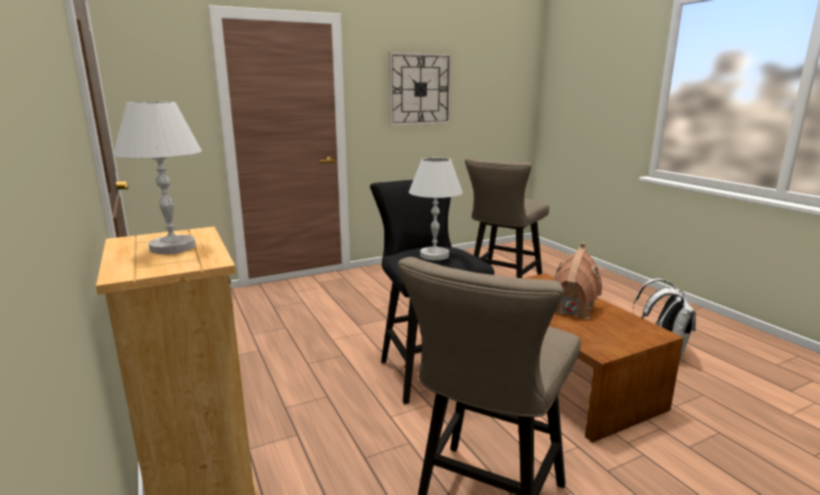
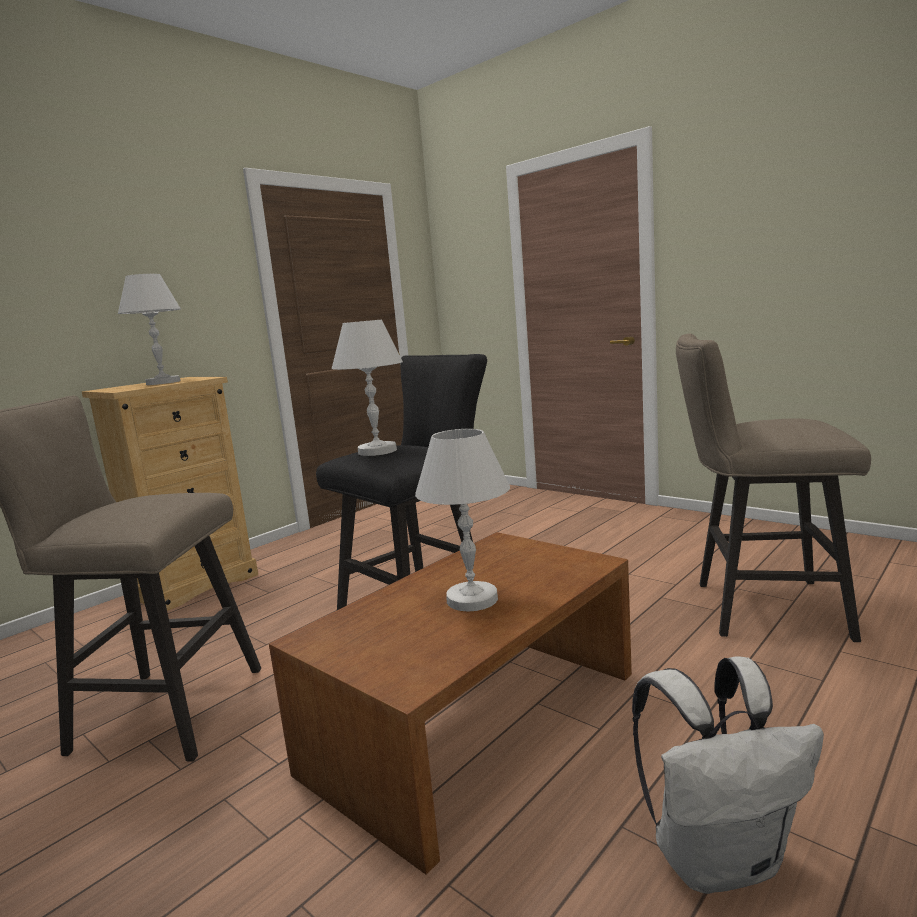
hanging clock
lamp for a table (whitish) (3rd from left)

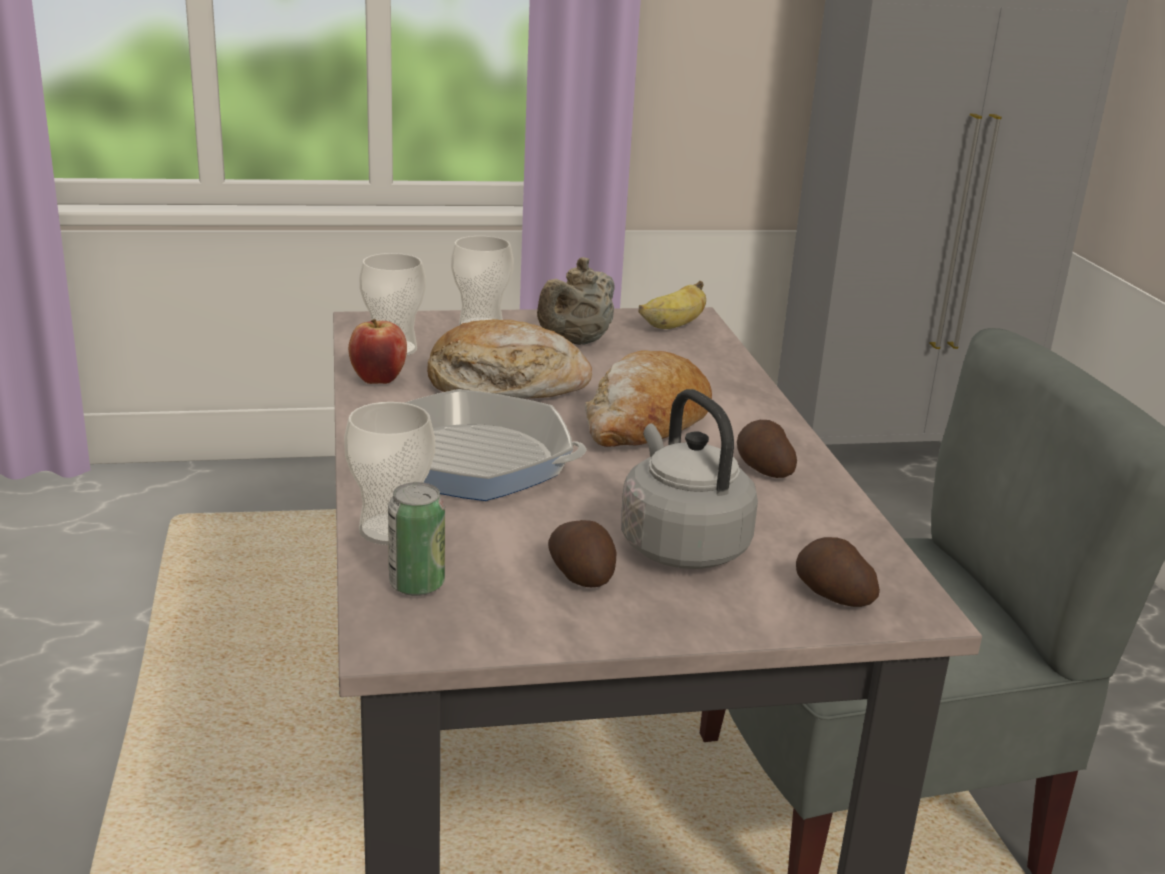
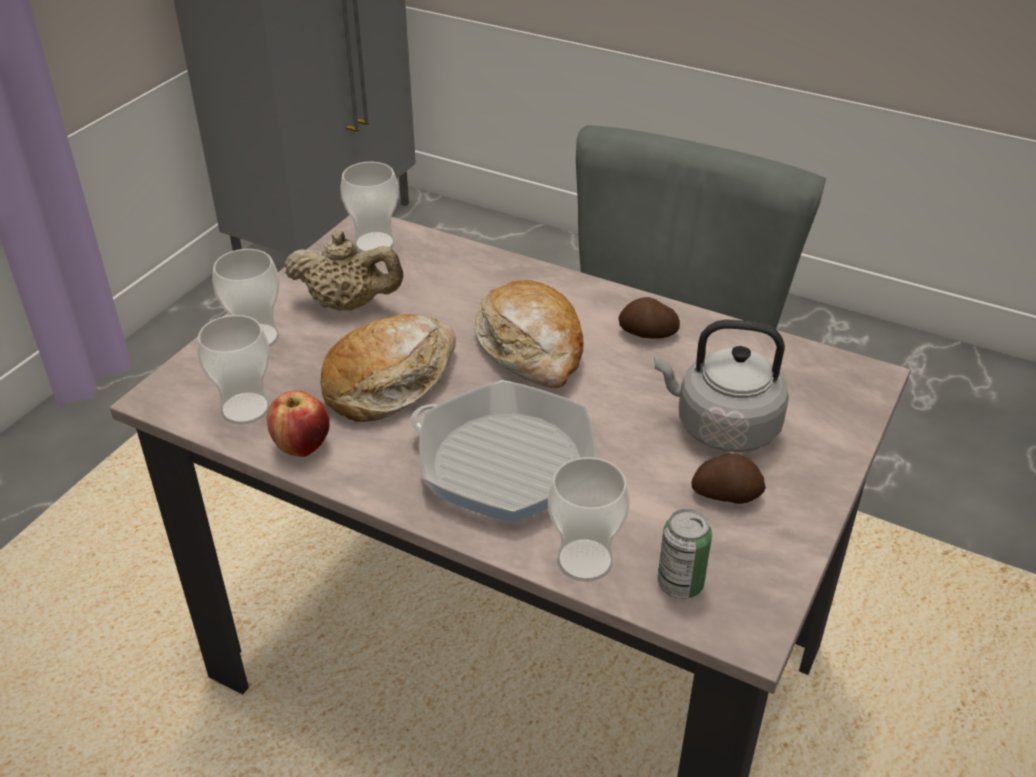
frying pan
tea pot (beige-coloured)
drinking cup (3rd from left)
spud (3rd from left in the first image)

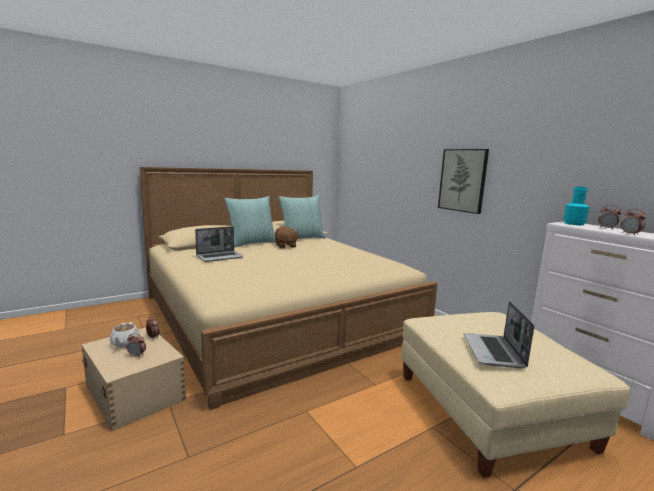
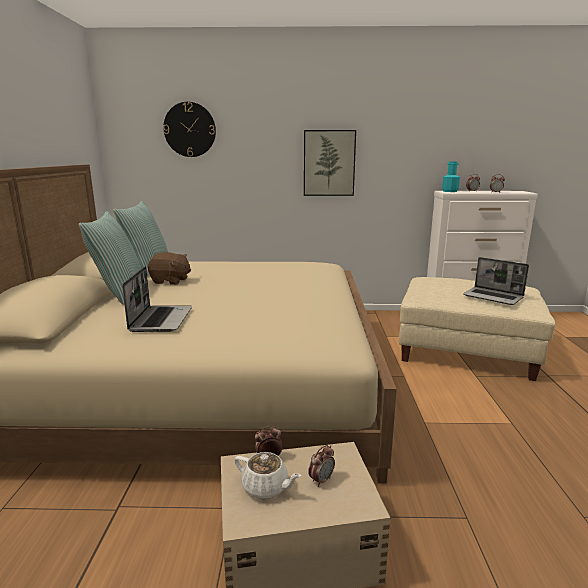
hanging clock

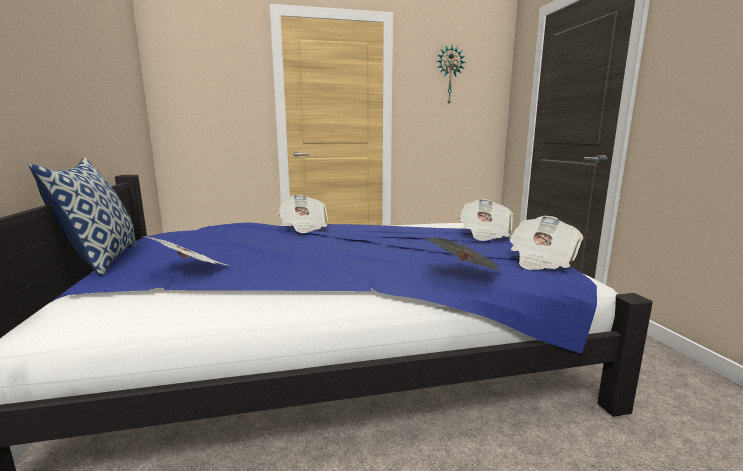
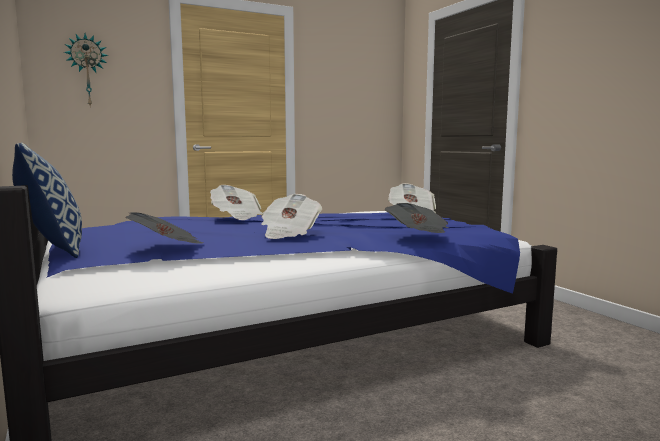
hanging clock
printed paper (3rd from left)

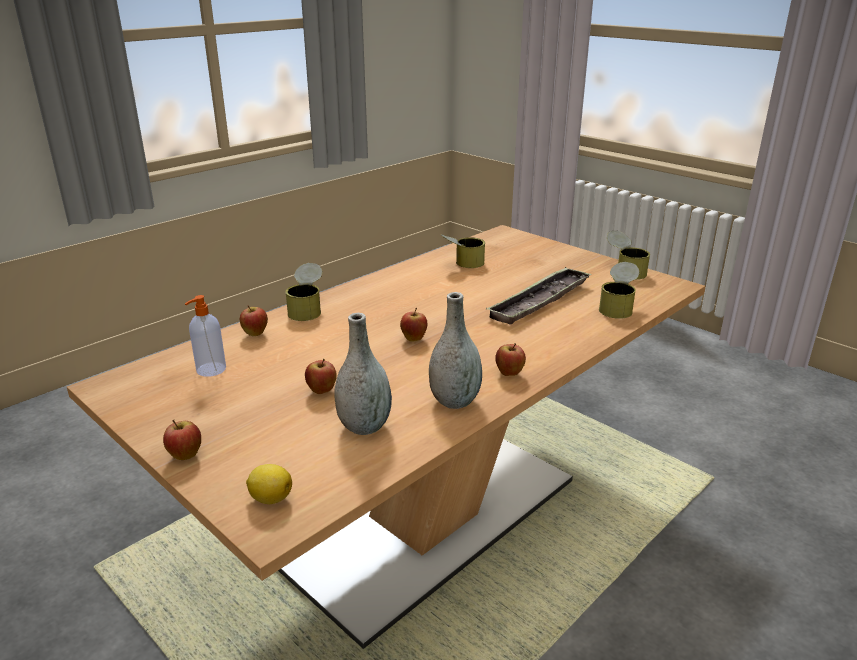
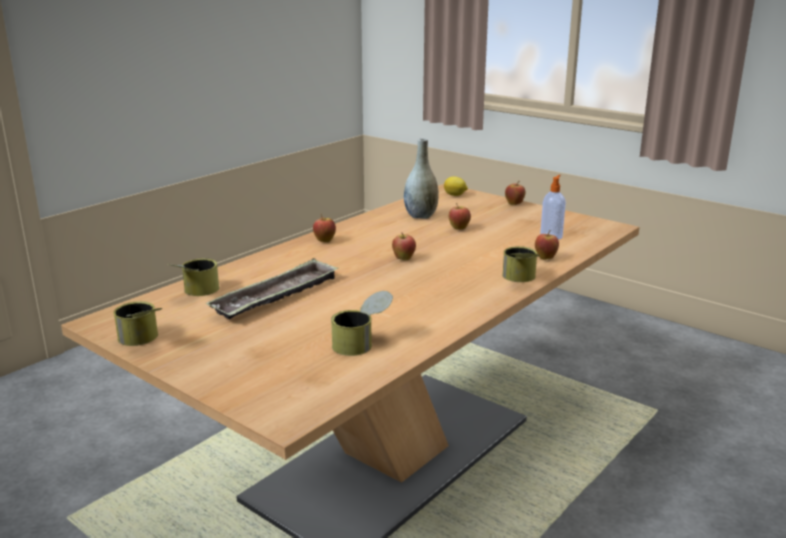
decorative vase (greyish) (2nd from left in the first image)

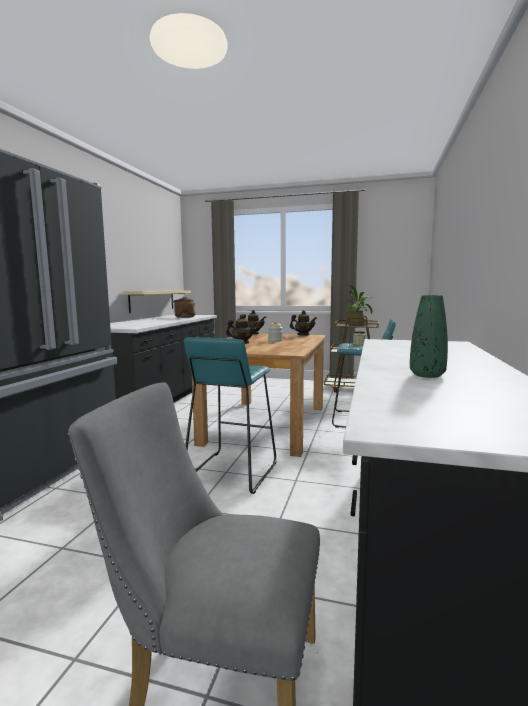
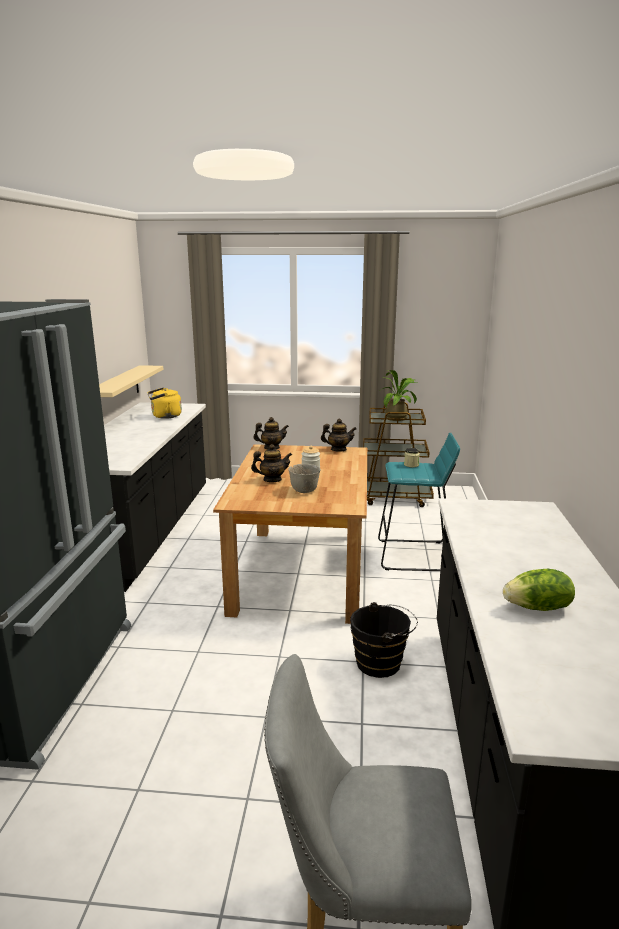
water kettle (yellow-coloured)
stool (turquoise) (1st from left in the first image)
head of lettuce
deep dish (greyish)
water bucket (black-coloured)

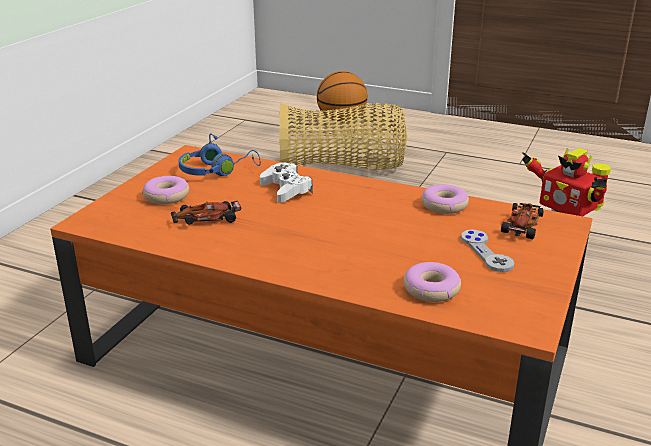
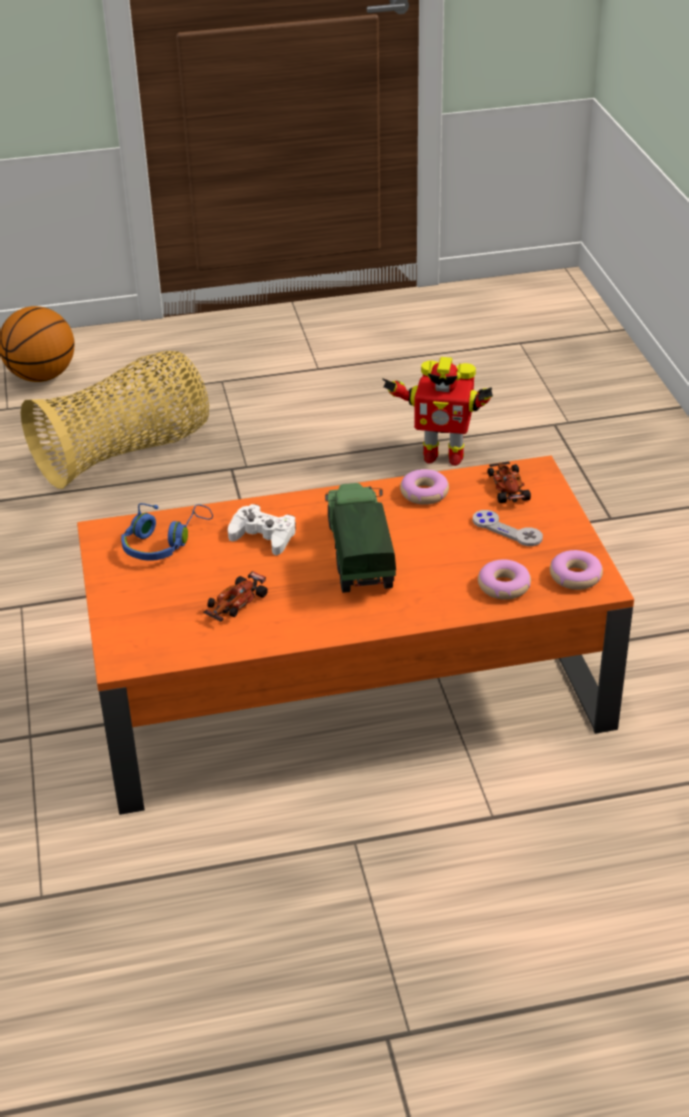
donut (3rd from left)
toy lorry

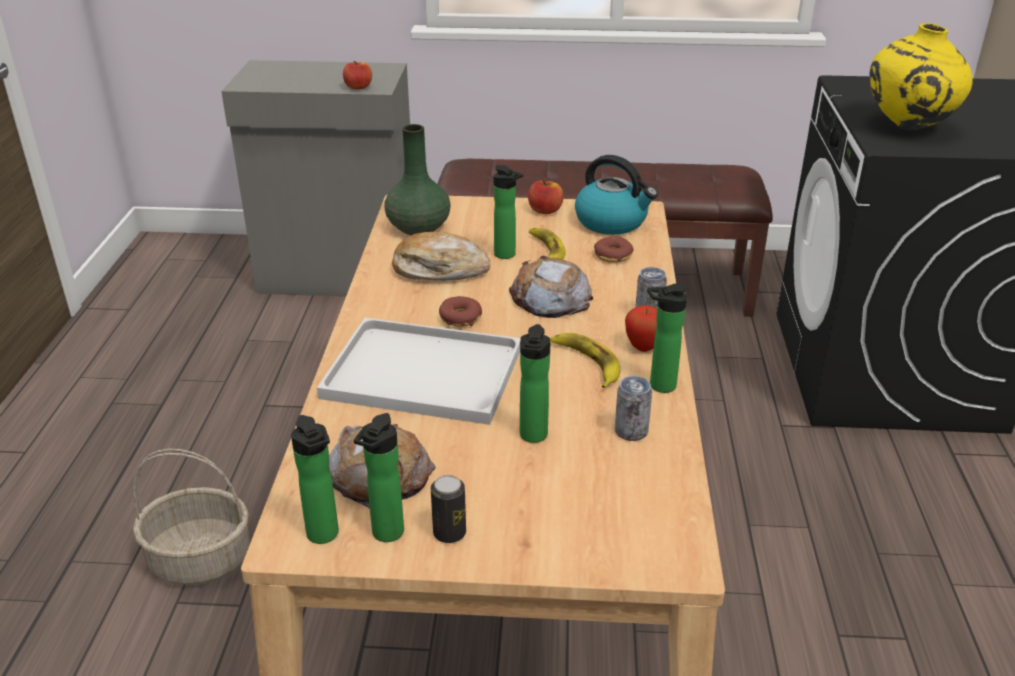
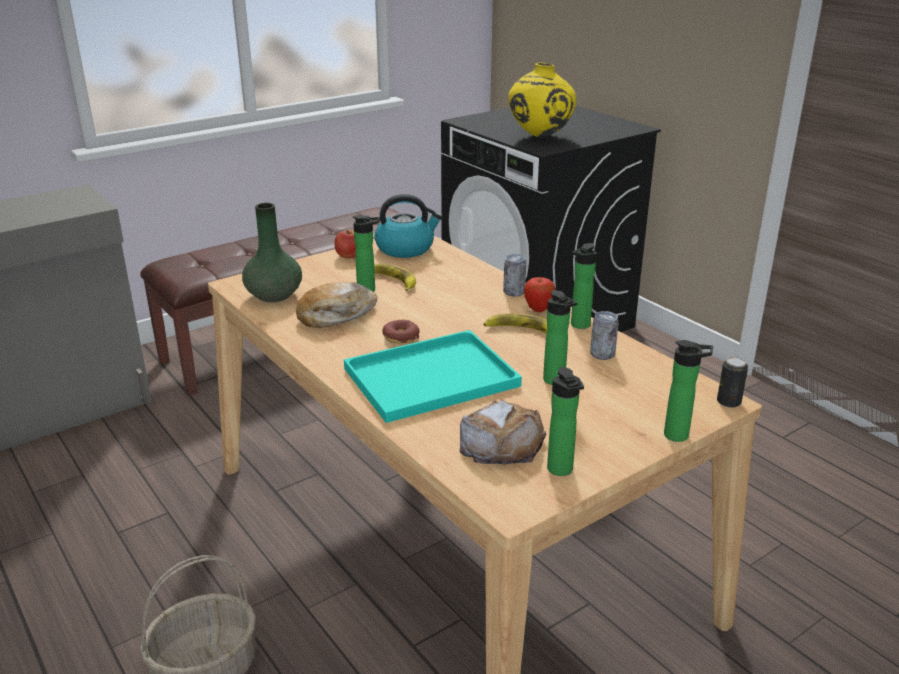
drink bottle (5th from left)
serving tray (turquoise)
whole apple (1st from left in the first image)
metal can (3rd from left)
baked bread (3rd from left in the first image)
donut (2nd from left in the first image)

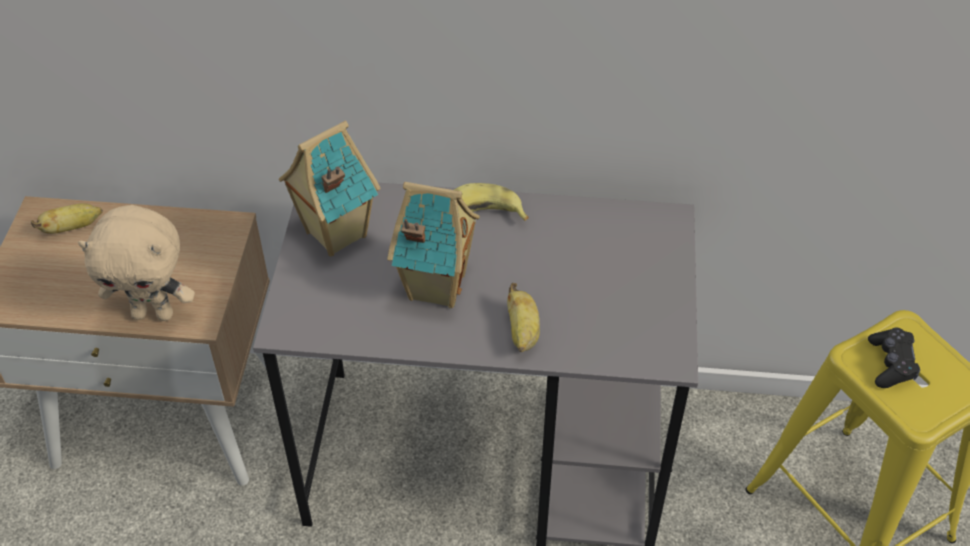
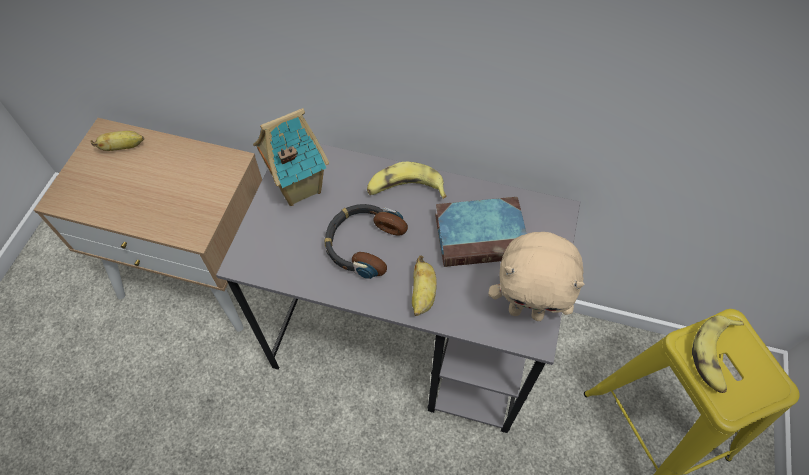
soft toy (beige-coloured)
headphones
banana fruit (4th from left)
book

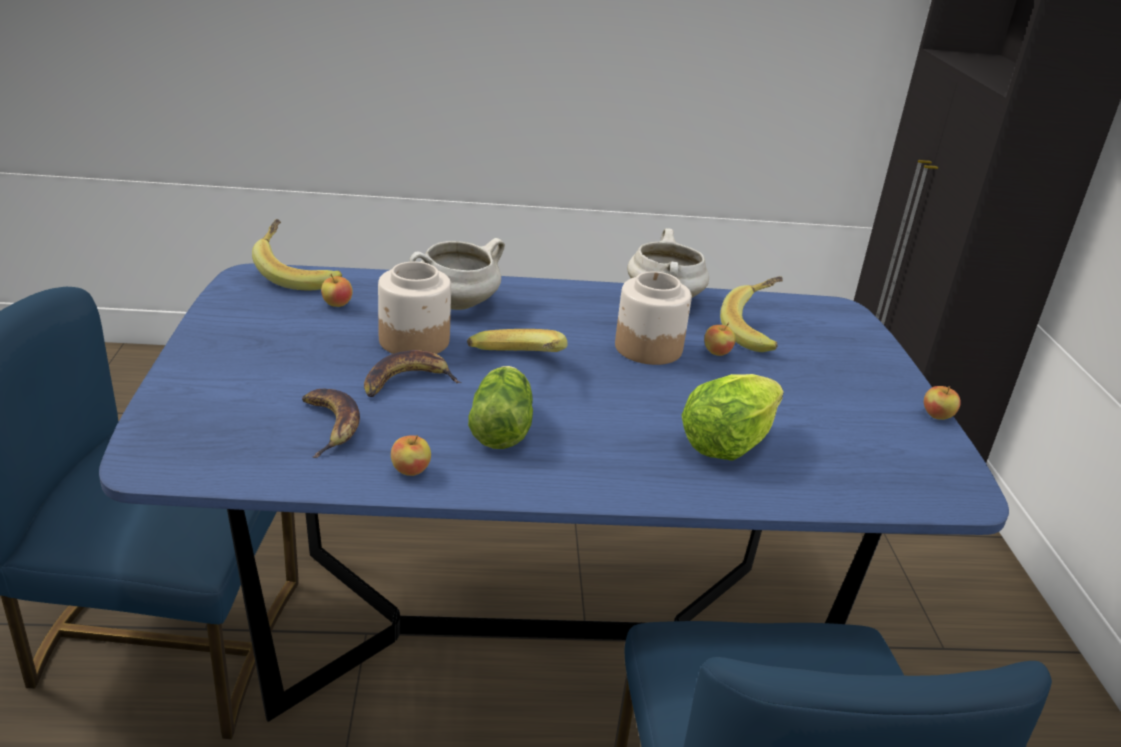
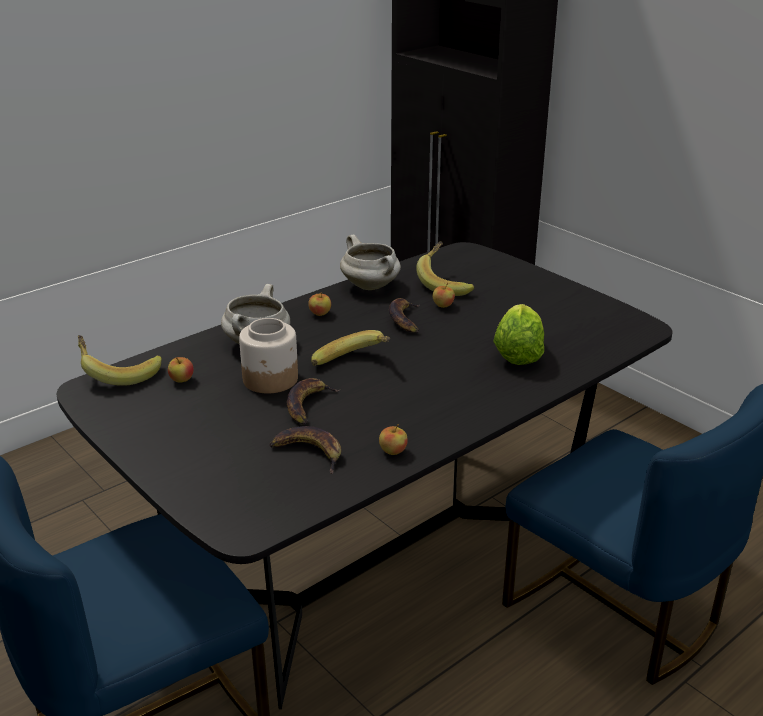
kitchen table (black-coloured)
head of lettuce (1st from left in the first image)
banana fruit (5th from left)
whole apple (2nd from left)

